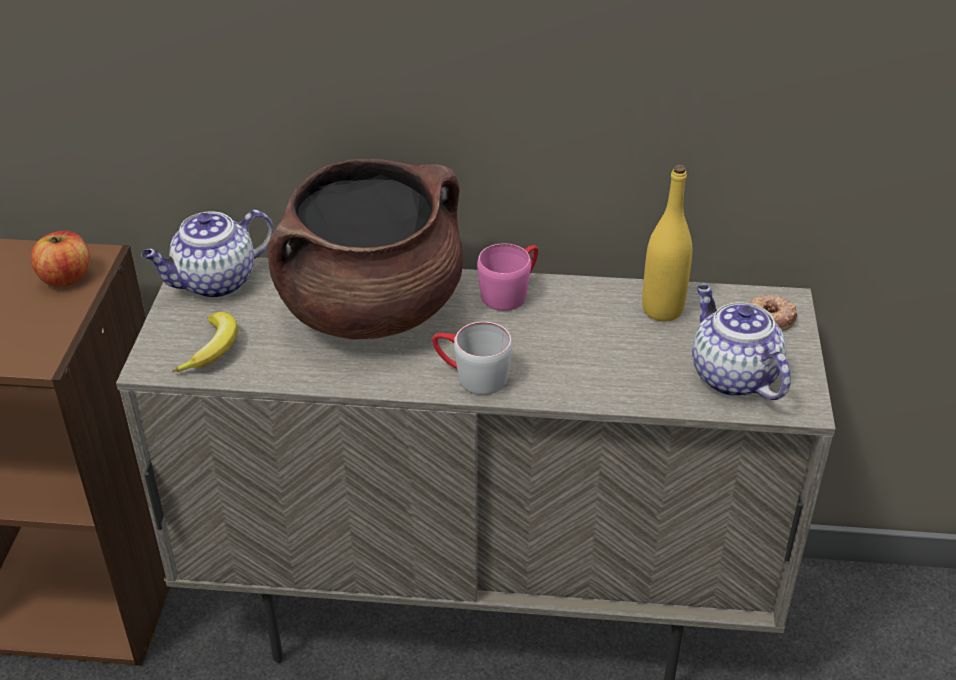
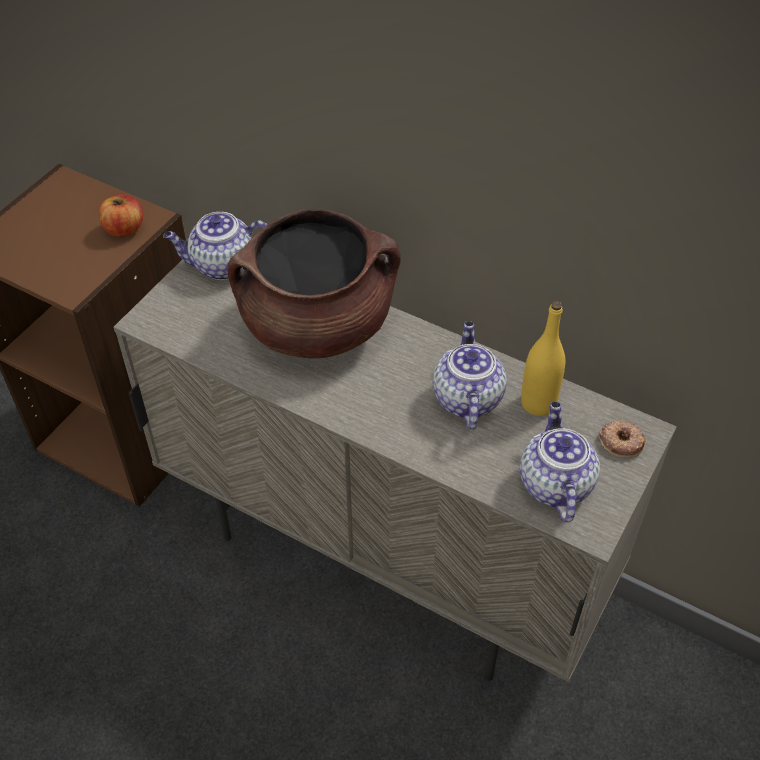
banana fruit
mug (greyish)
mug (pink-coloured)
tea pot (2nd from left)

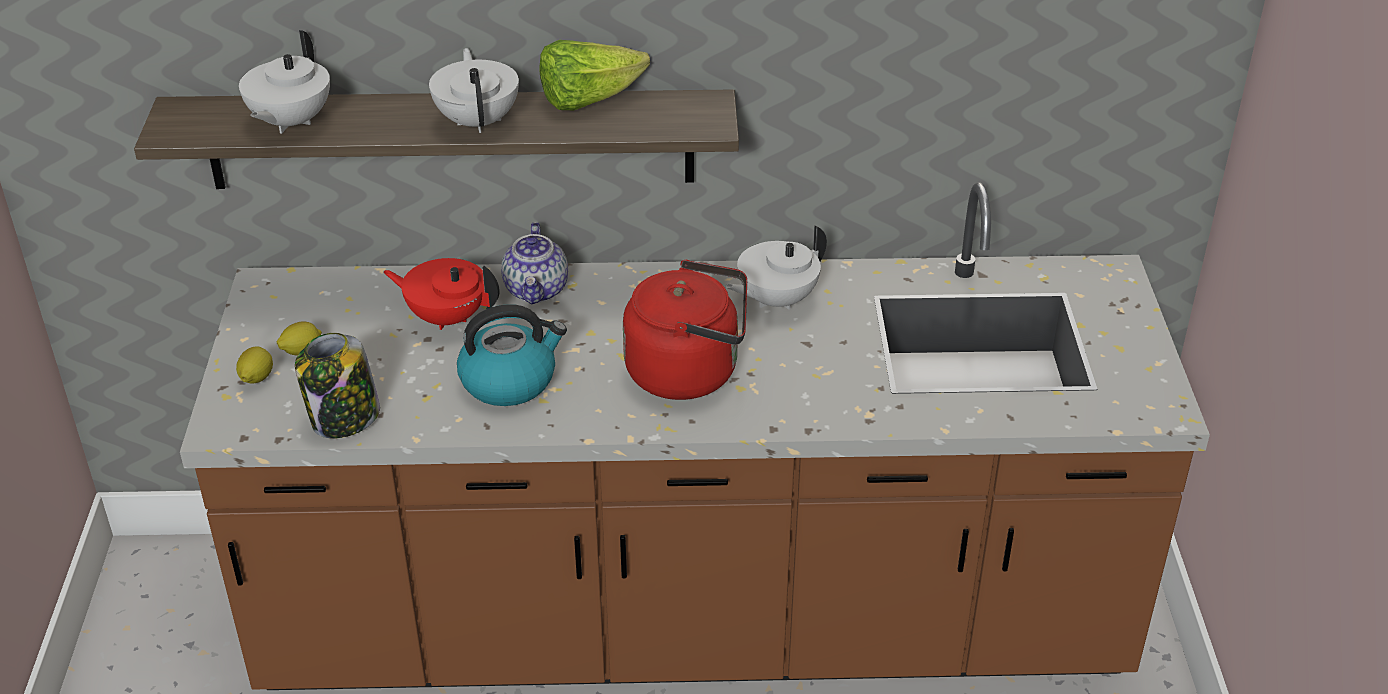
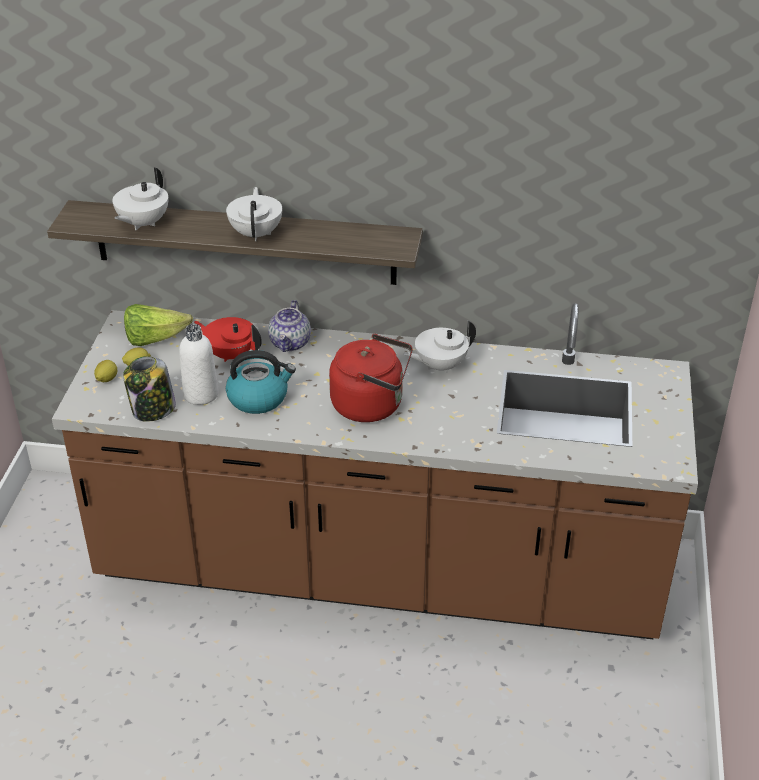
head of lettuce
drink bottle (whitish)

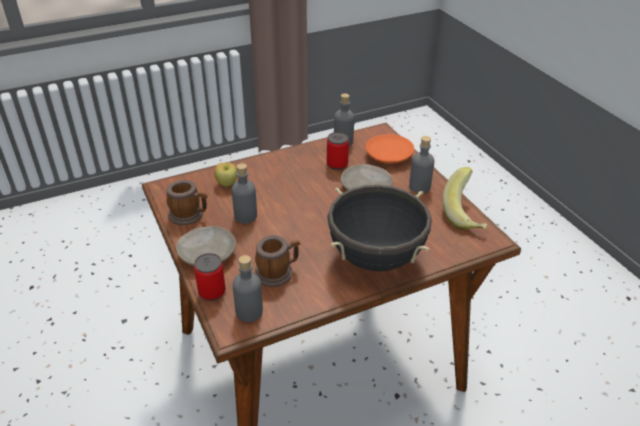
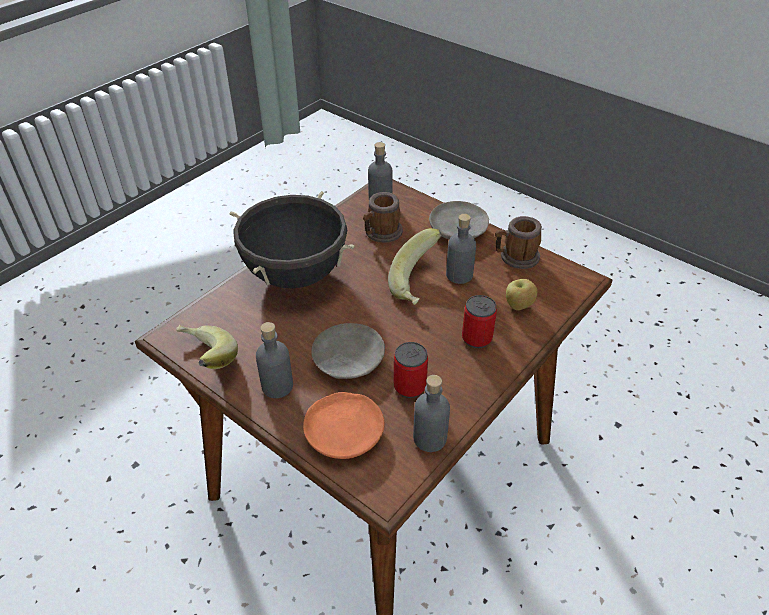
metal can (2nd from left)
banana fruit (2nd from left)

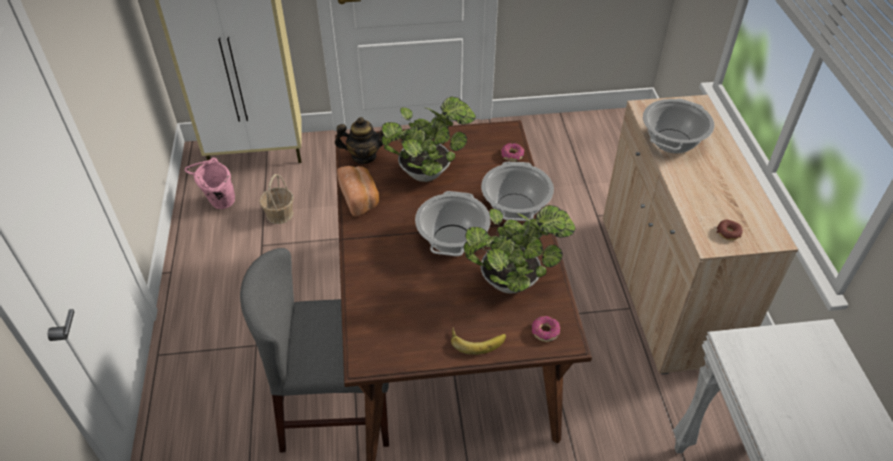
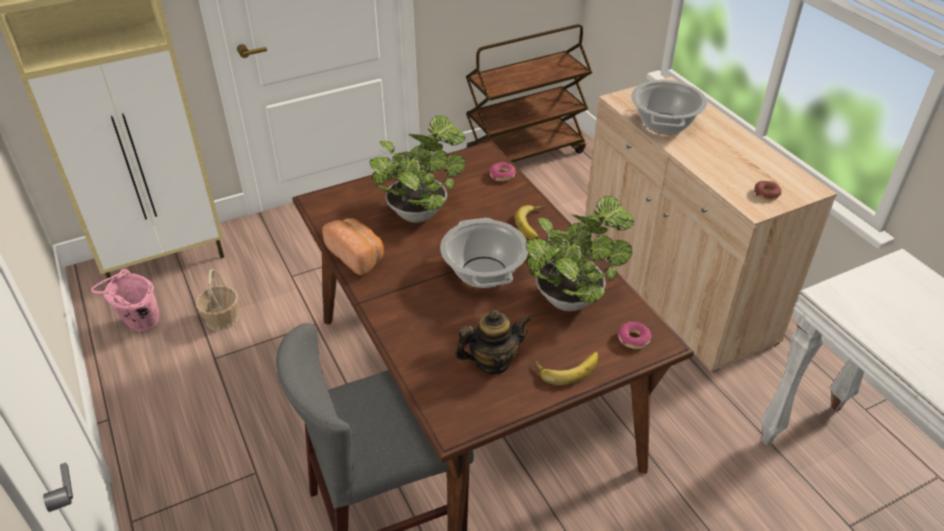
tea pot
banana fruit (1st from left)
trolley (brown-coloured)

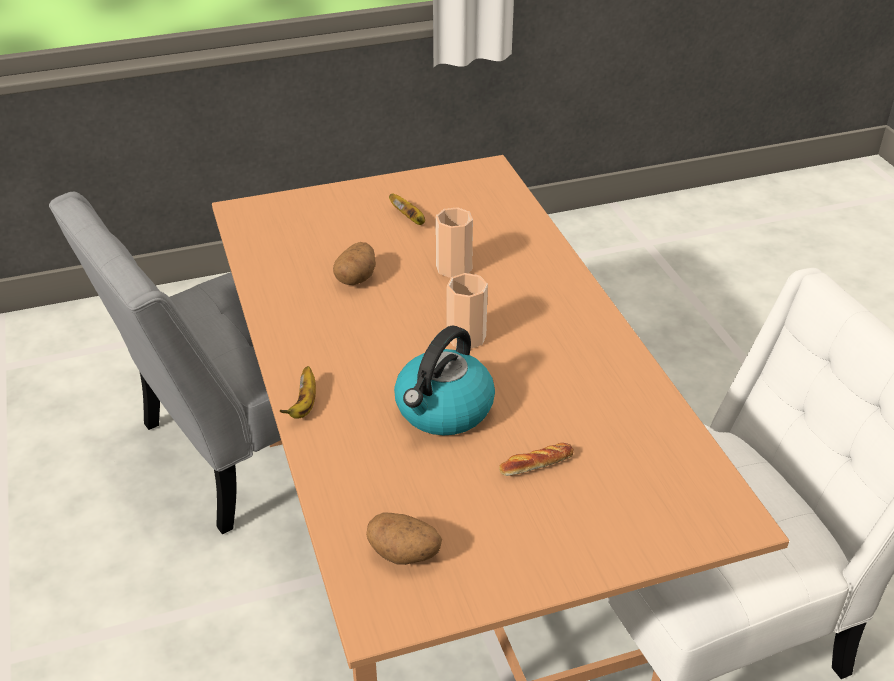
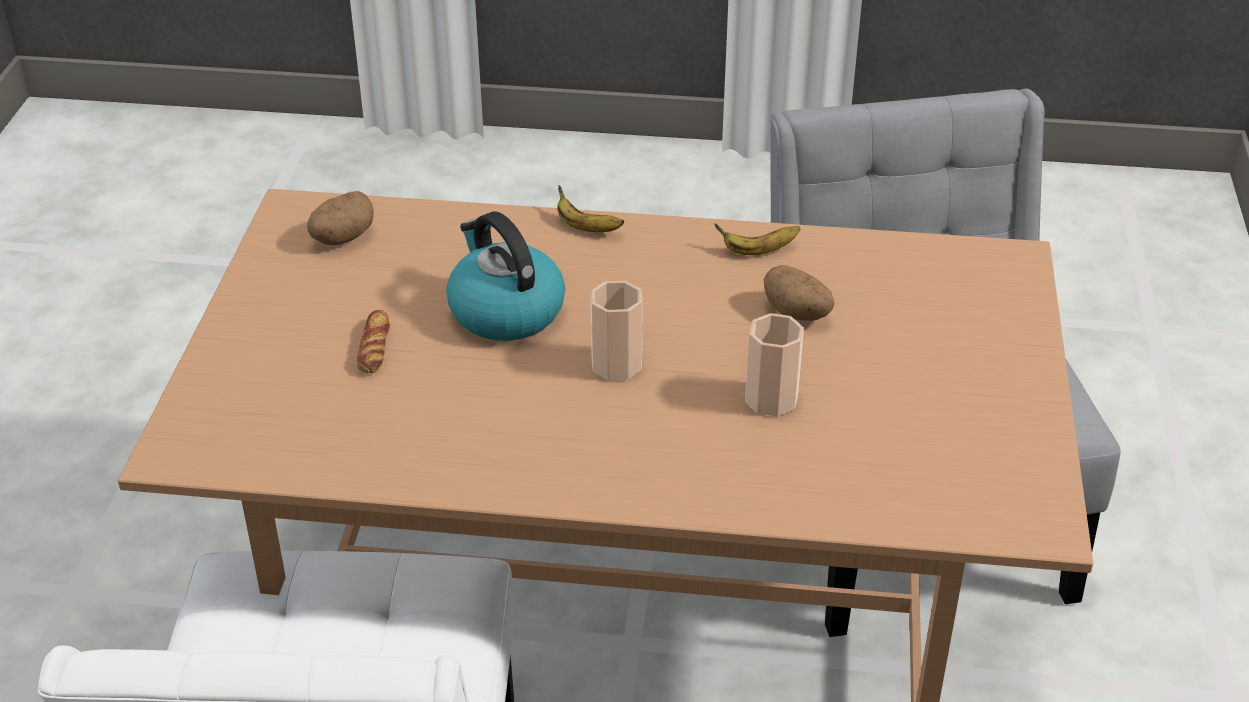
banana fruit (2nd from left)

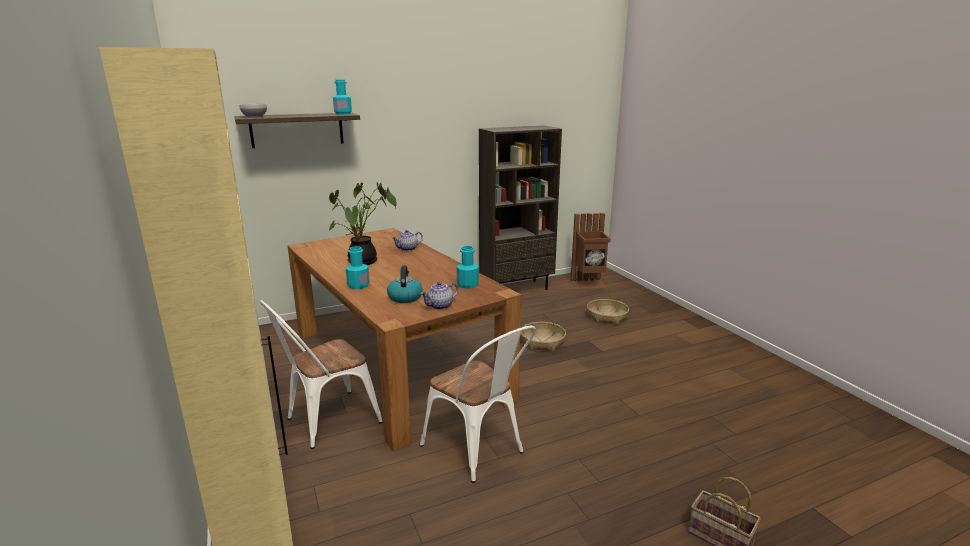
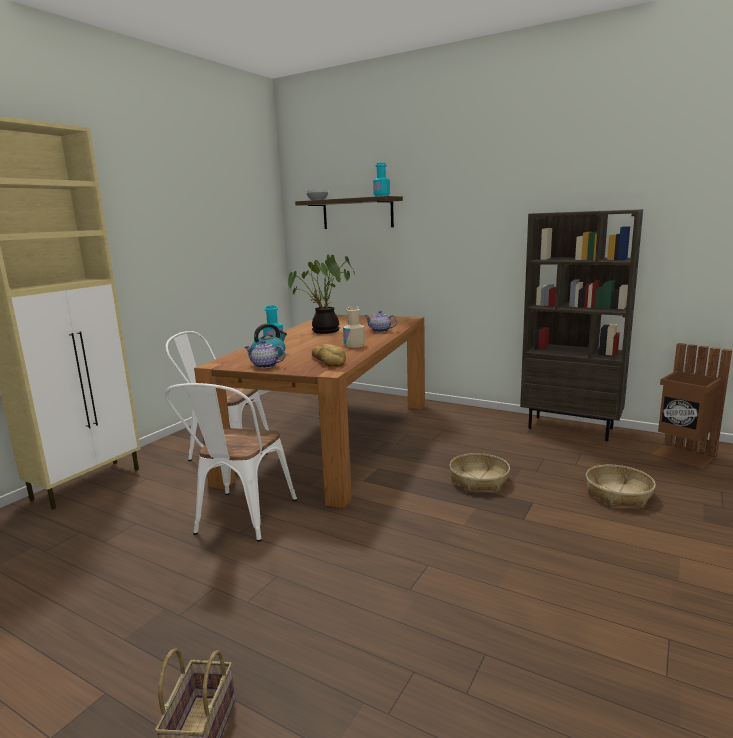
baked bread
drink bottle (beige-coloured)

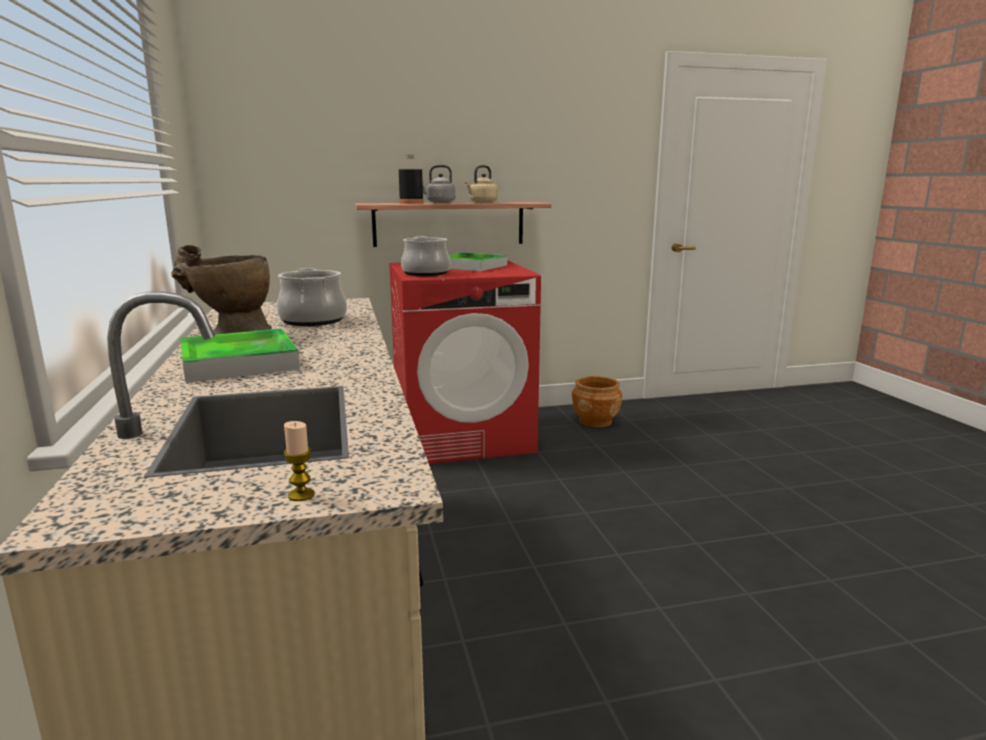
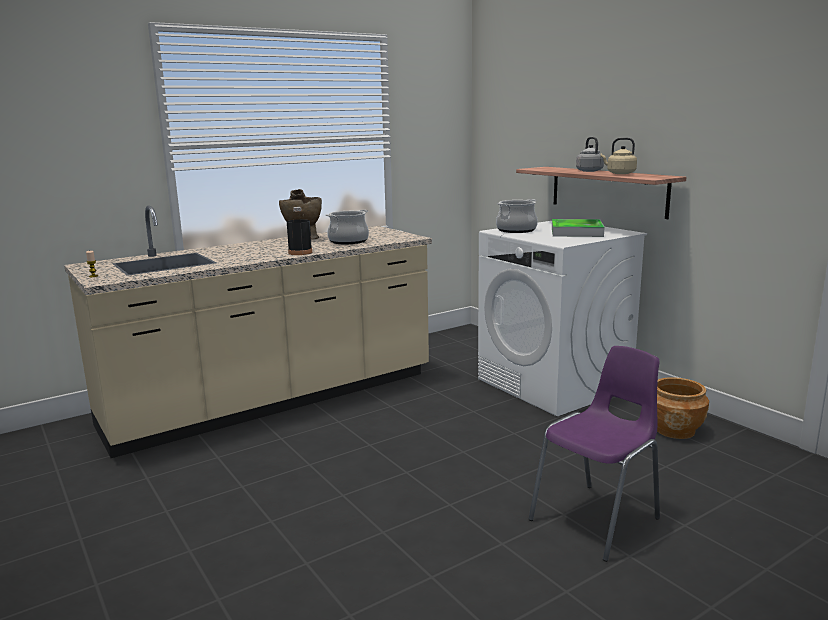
serving tray (1st from left in the first image)
laundry machine (whitish)
drink bottle (black-coloured)
plain chair (purple-coloured)

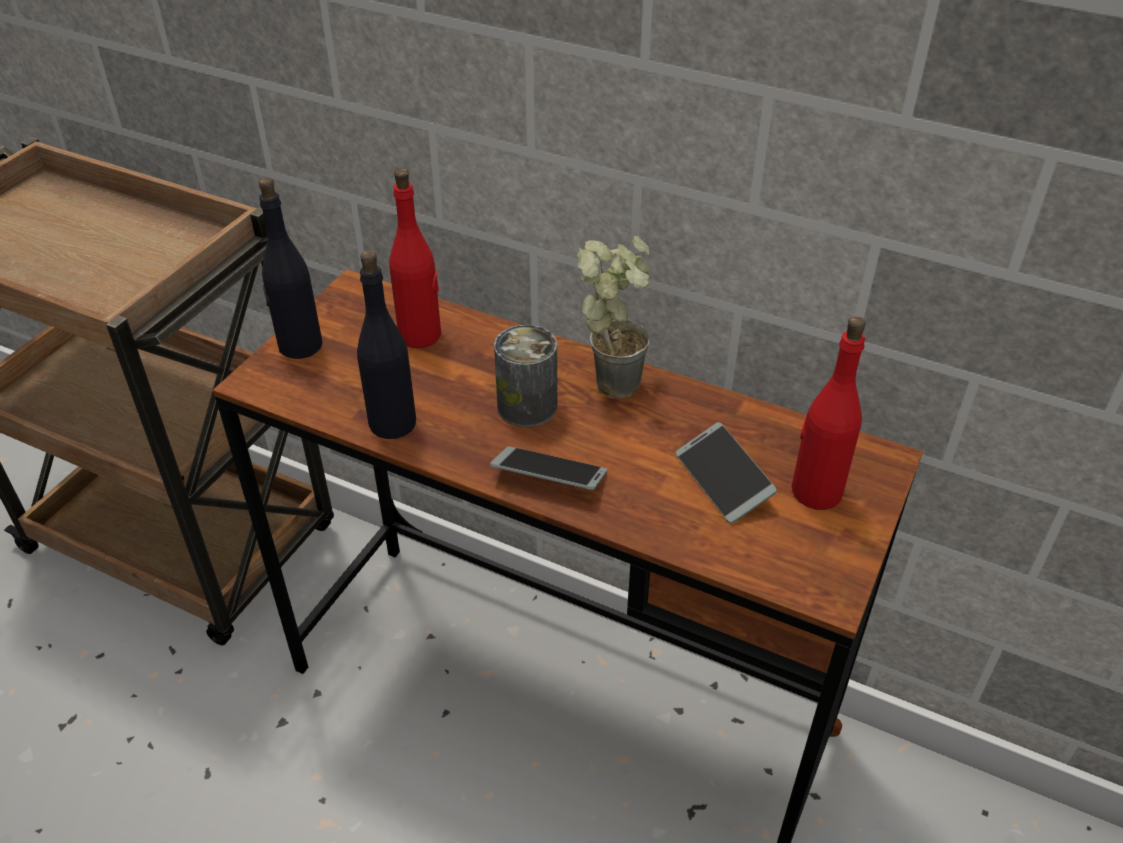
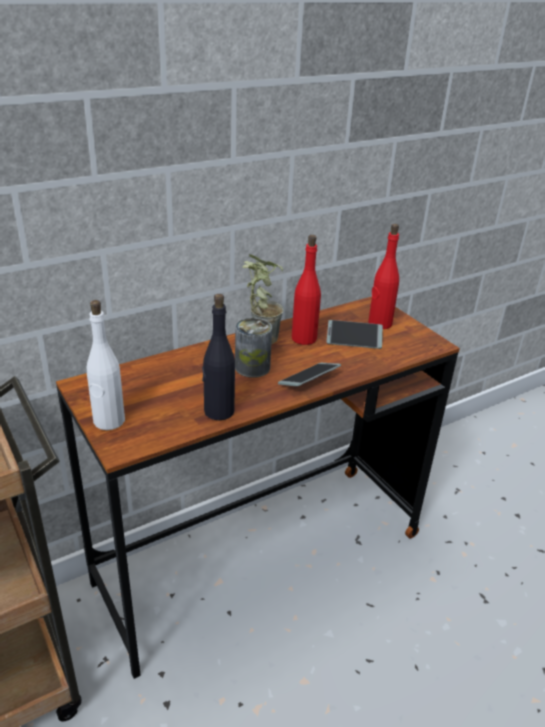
drink bottle (whitish)
drink bottle (red) (1st from left)

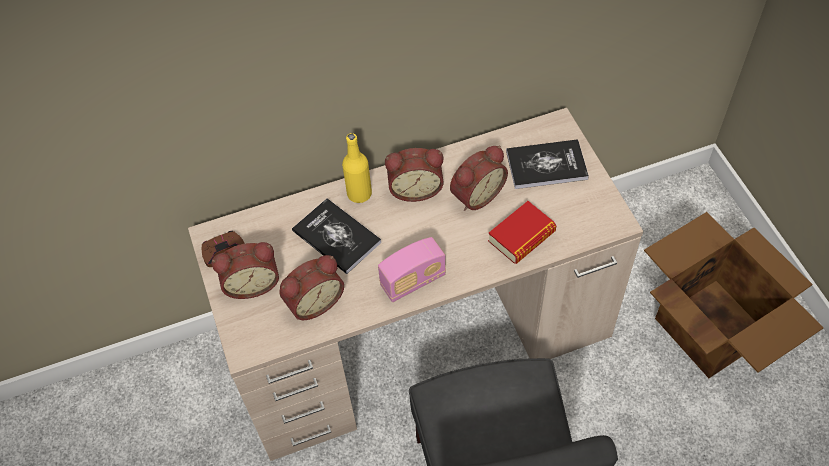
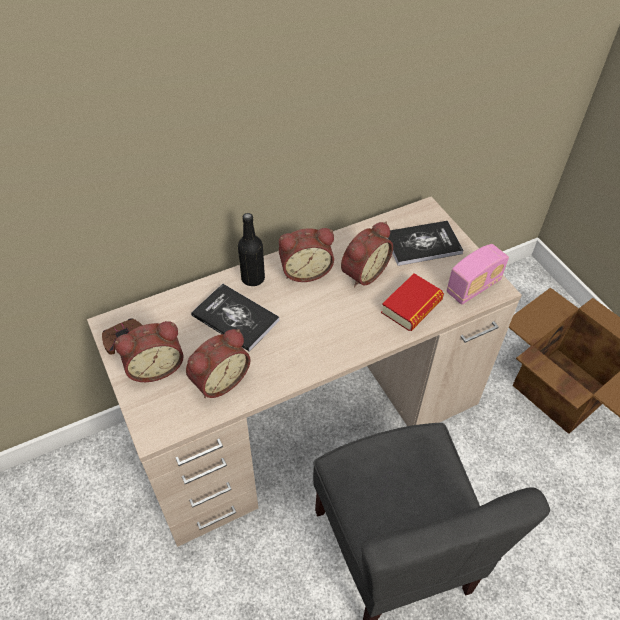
drink bottle (black-coloured)
radio

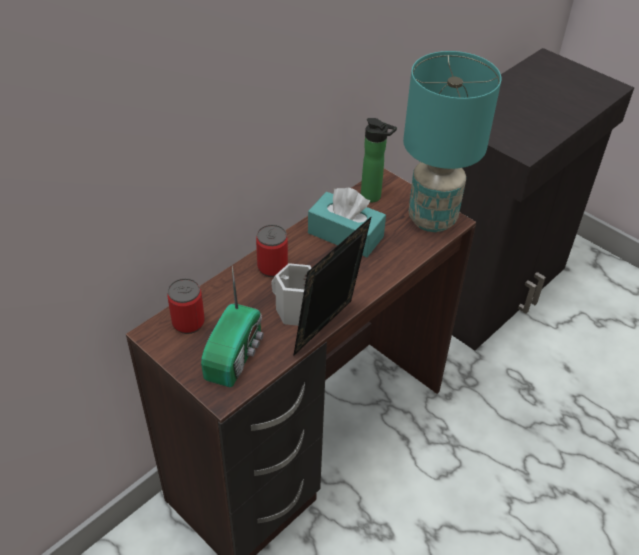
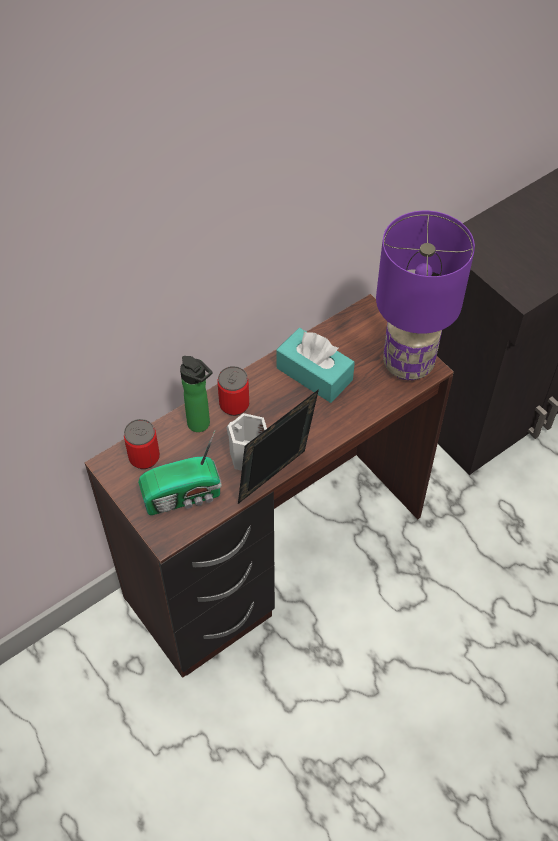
radio
drink bottle
lamp for a table (purple-coloured)

